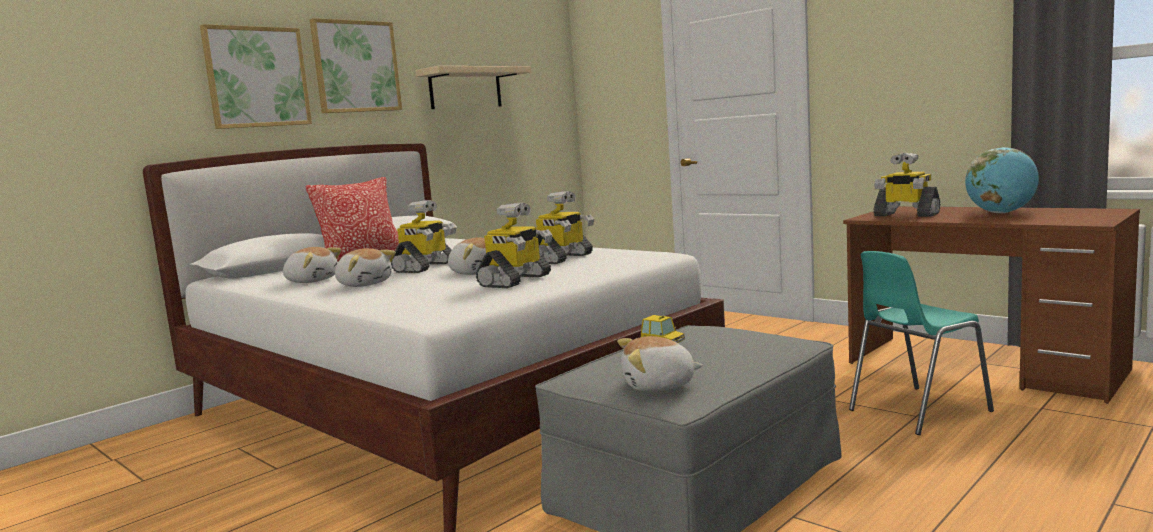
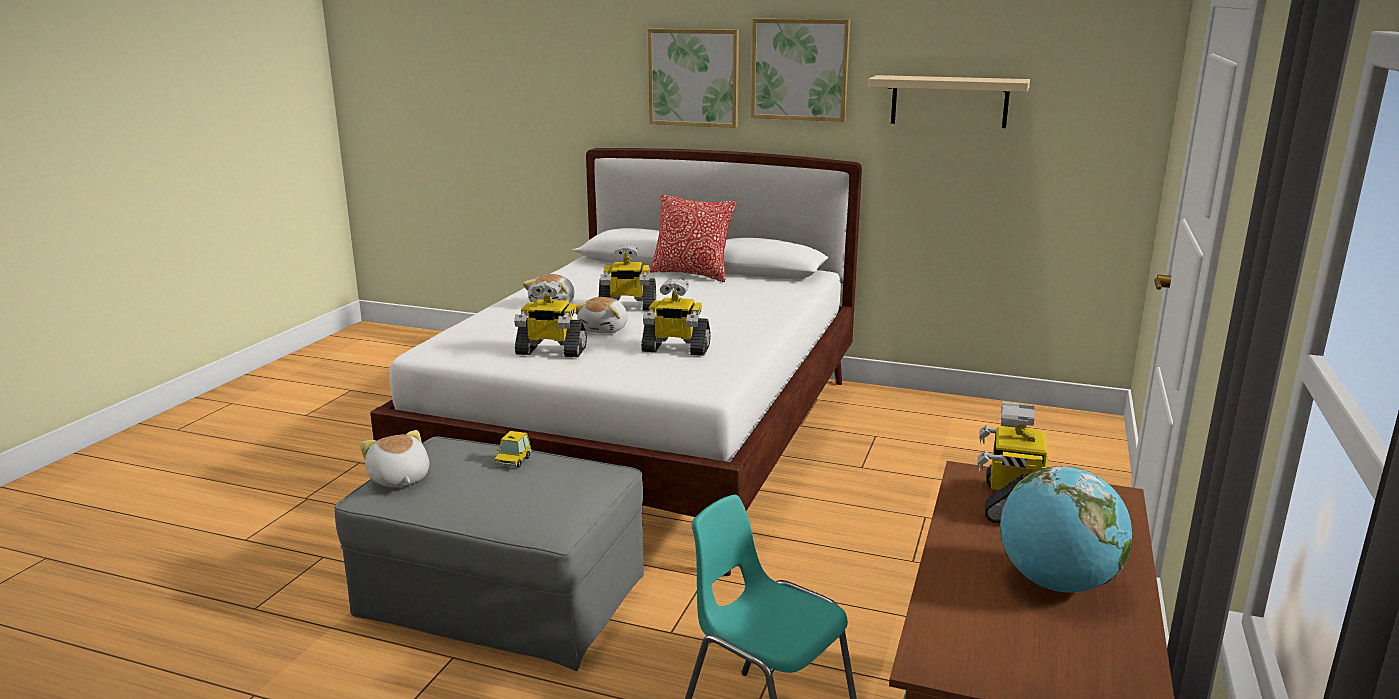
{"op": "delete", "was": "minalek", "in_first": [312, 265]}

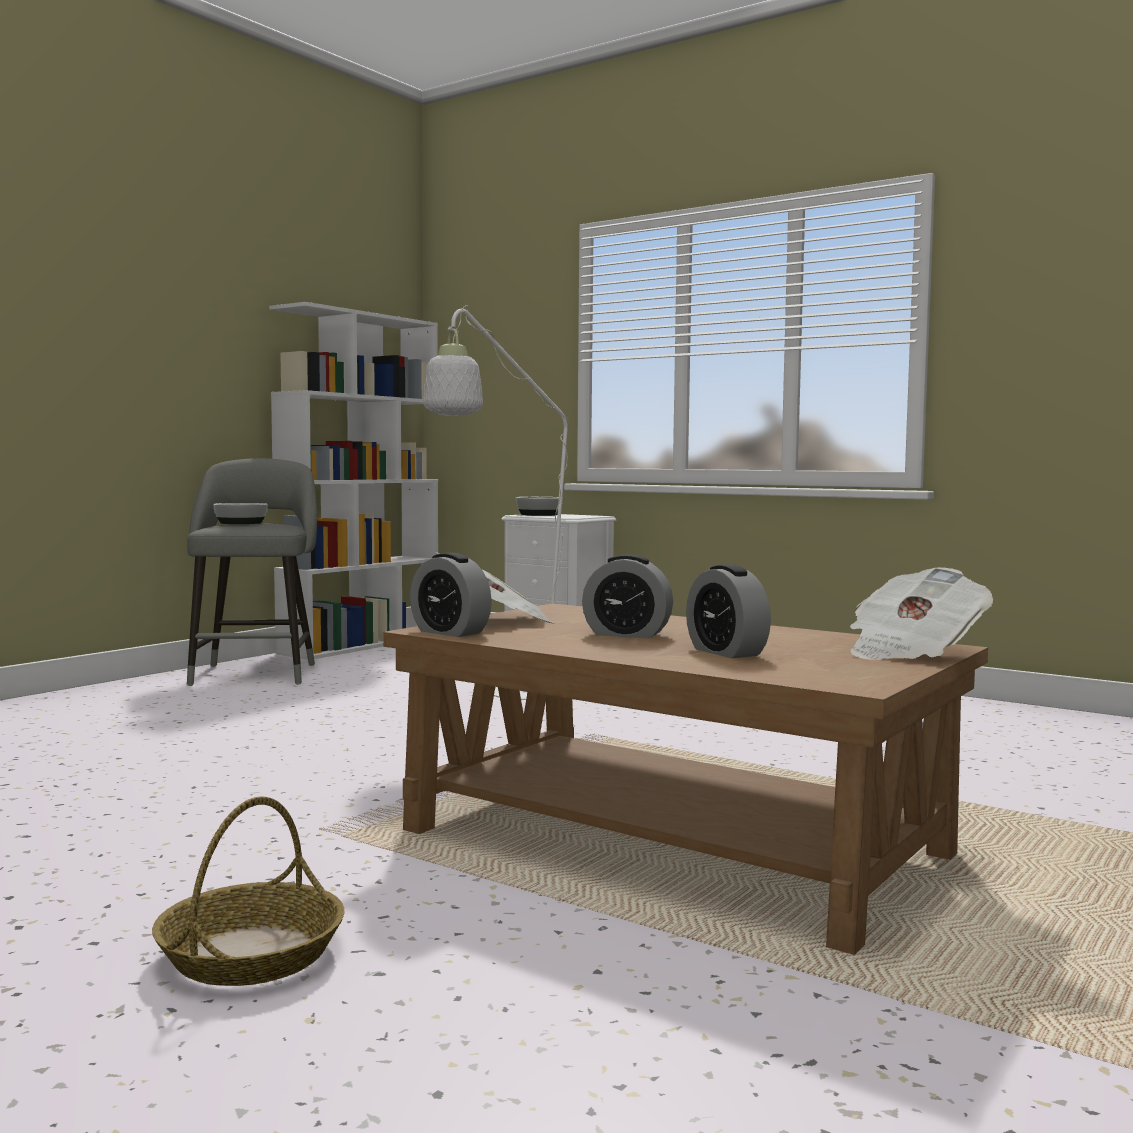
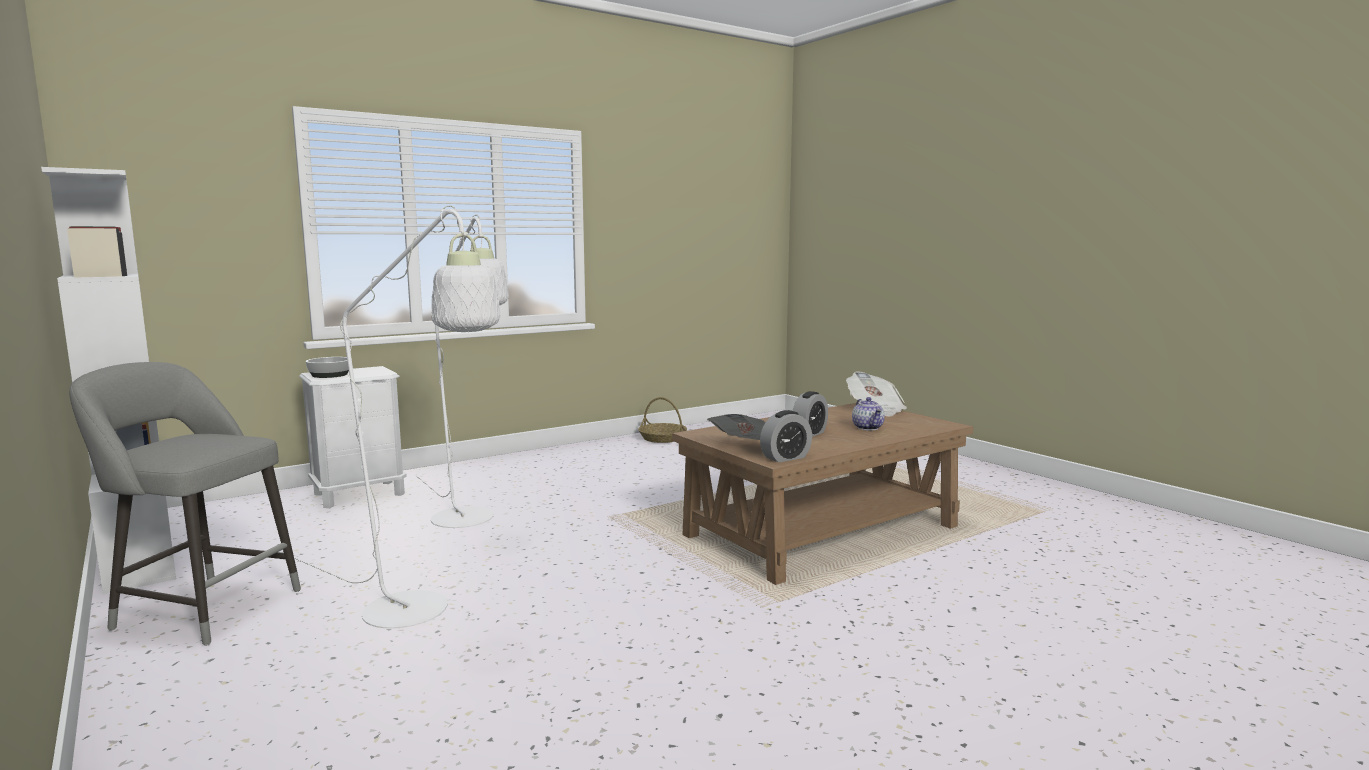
{"op": "insert", "now": "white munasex", "in_second": [397, 417]}
{"op": "move", "was": "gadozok", "in_first": [248, 891], "in_second": [662, 420]}
{"op": "replace", "was": "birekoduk", "now": "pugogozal", "in_first": [728, 611], "in_second": [868, 413]}
{"op": "delete", "was": "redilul", "in_first": [240, 513]}

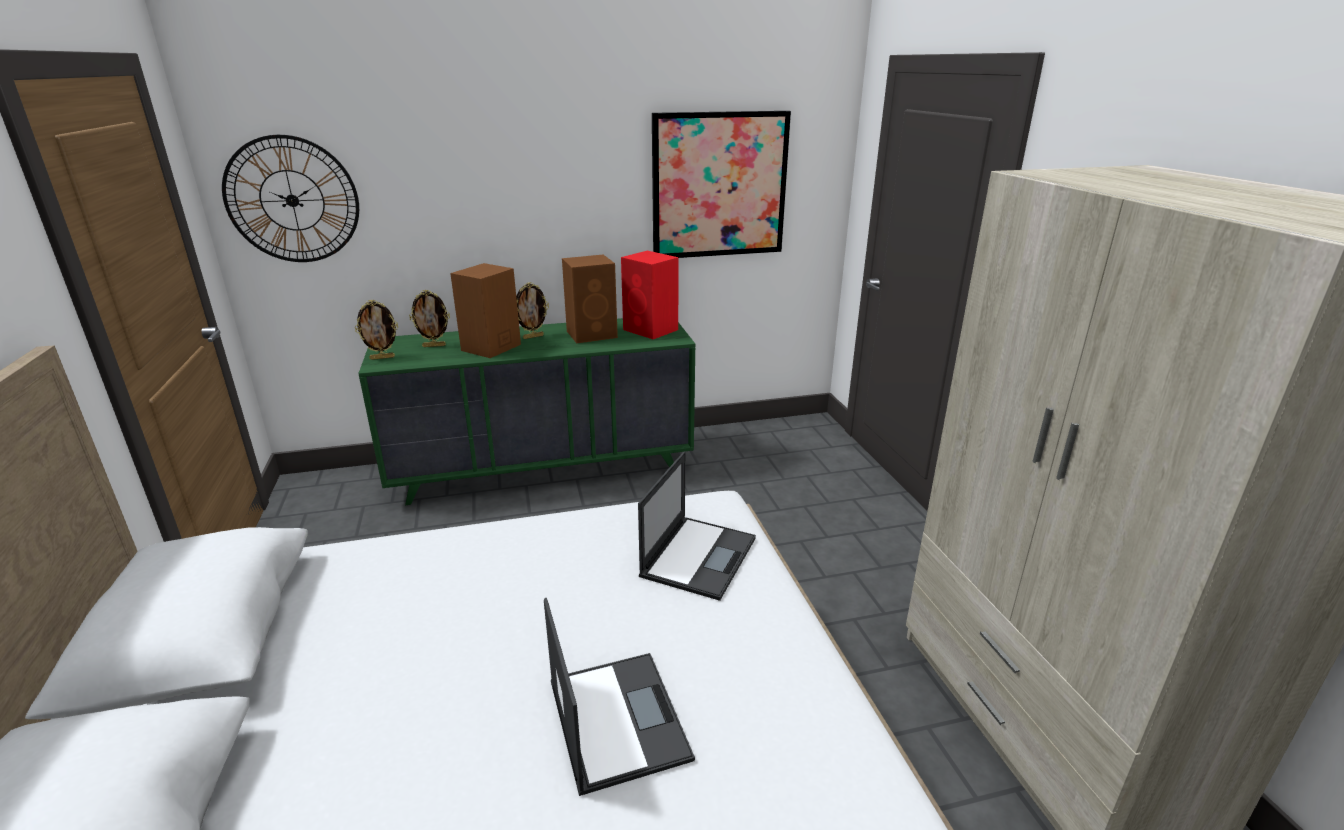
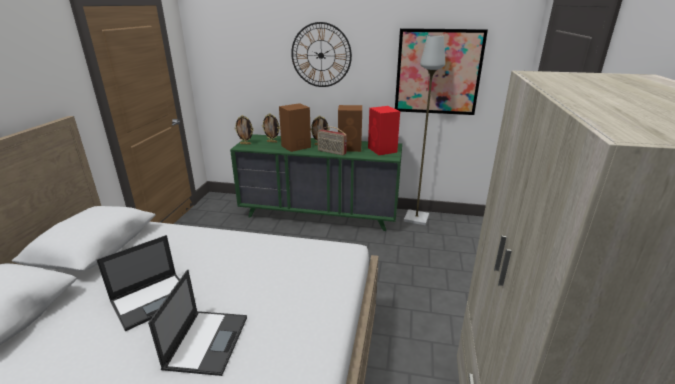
{"op": "move", "was": "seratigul", "in_first": [697, 526], "in_second": [138, 283]}
{"op": "move", "was": "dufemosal", "in_first": [290, 198], "in_second": [321, 54]}
{"op": "insert", "now": "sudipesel", "in_second": [332, 140]}
{"op": "insert", "now": "grey munasex", "in_second": [424, 130]}

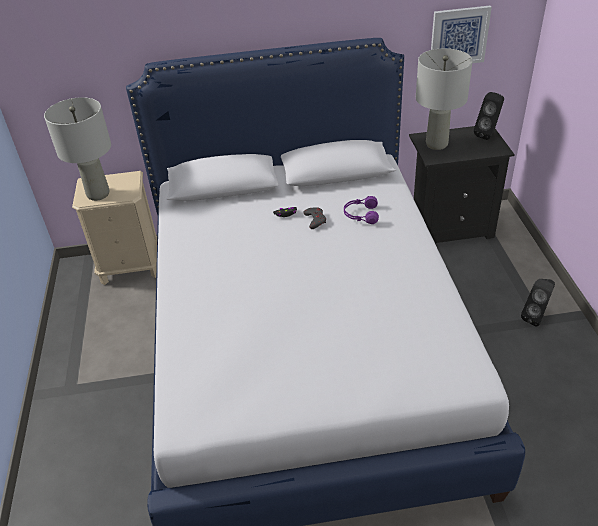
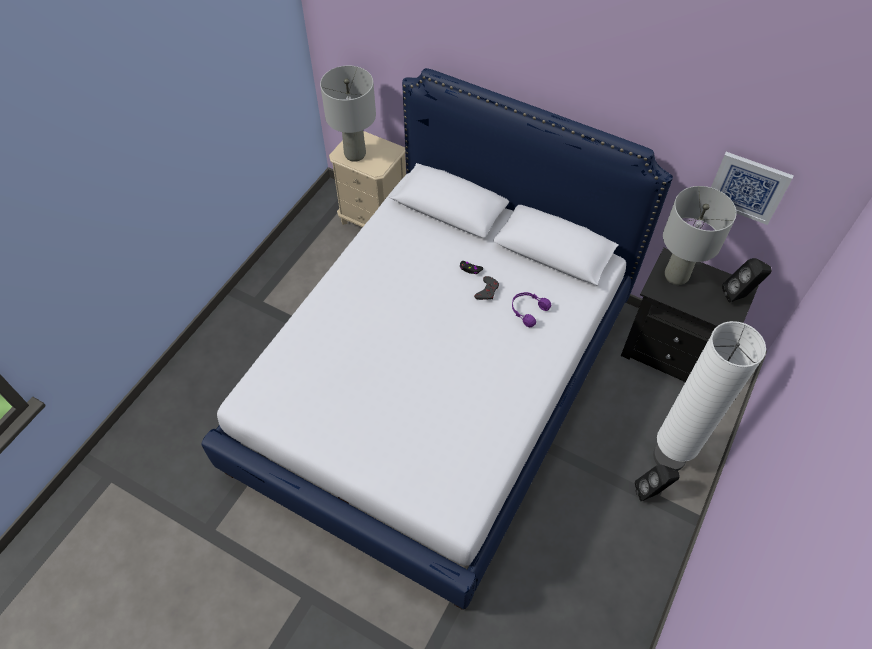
{"op": "insert", "now": "white munasex", "in_second": [709, 396]}

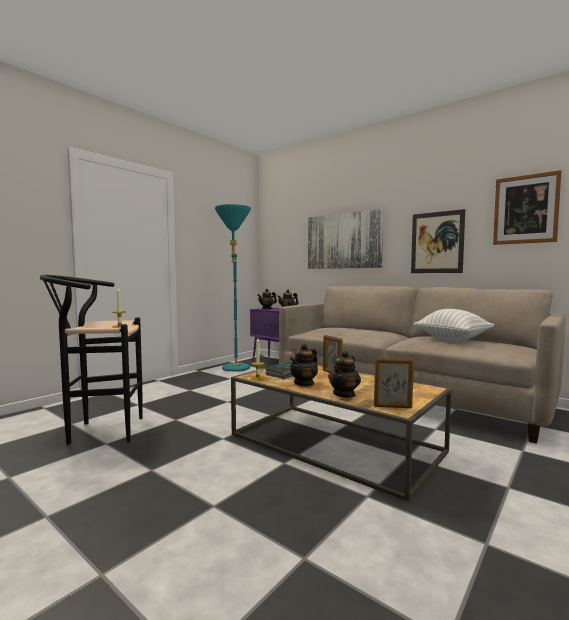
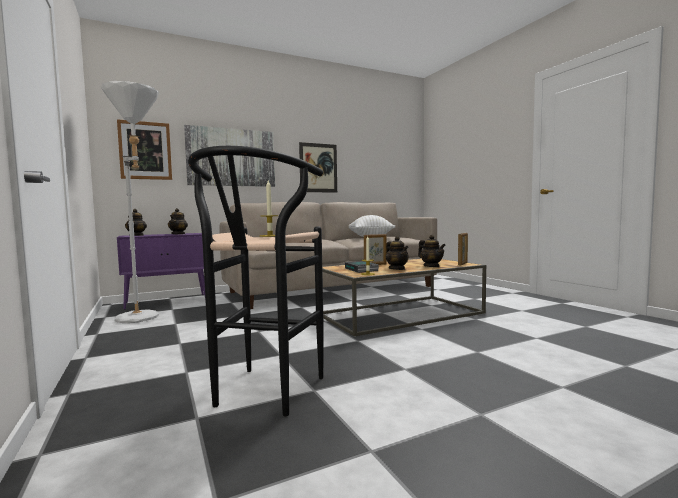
{"op": "recolor", "was": "turquoise munasex", "now": "white munasex", "in_first": [233, 288], "in_second": [130, 202]}
{"op": "move", "was": "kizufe", "in_first": [527, 207], "in_second": [144, 149]}

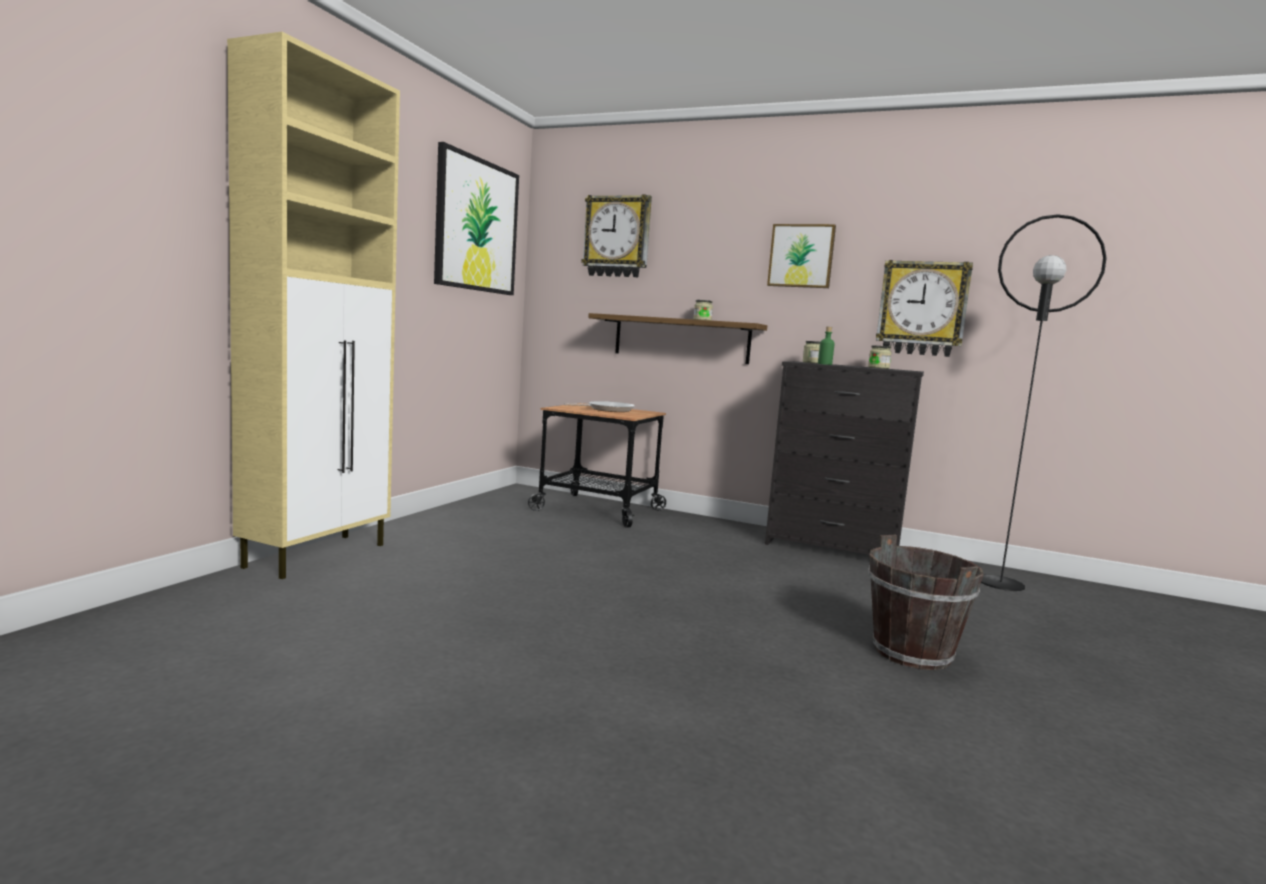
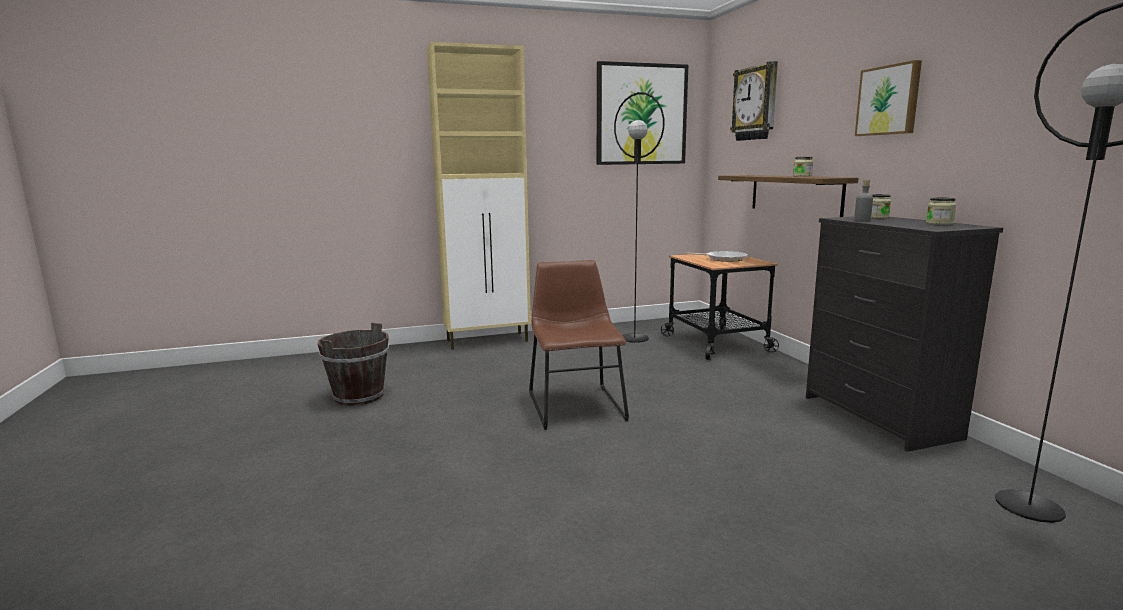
{"op": "move", "was": "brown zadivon", "in_first": [926, 602], "in_second": [353, 364]}
{"op": "insert", "now": "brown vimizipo", "in_second": [579, 345]}
{"op": "insert", "now": "black munasex", "in_second": [639, 217]}
{"op": "recolor", "was": "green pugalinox", "now": "grey pugalinox", "in_first": [826, 346], "in_second": [863, 200]}
{"op": "delete", "was": "dufemosal", "in_first": [924, 308]}

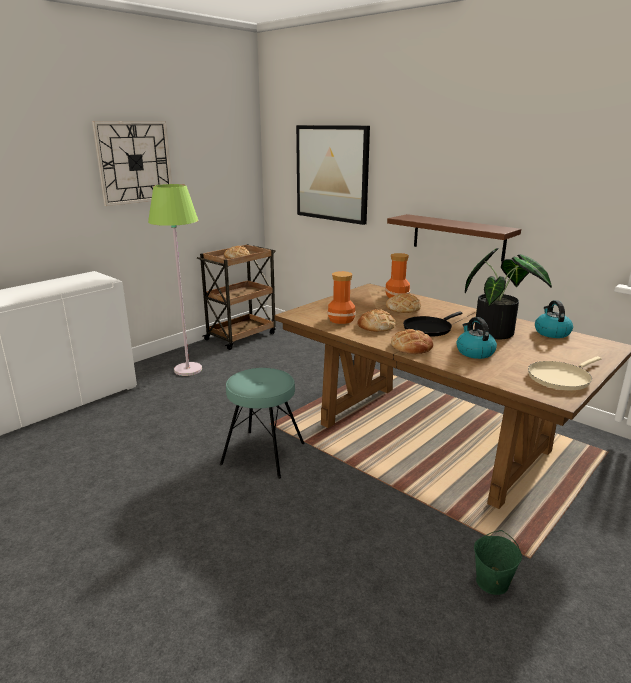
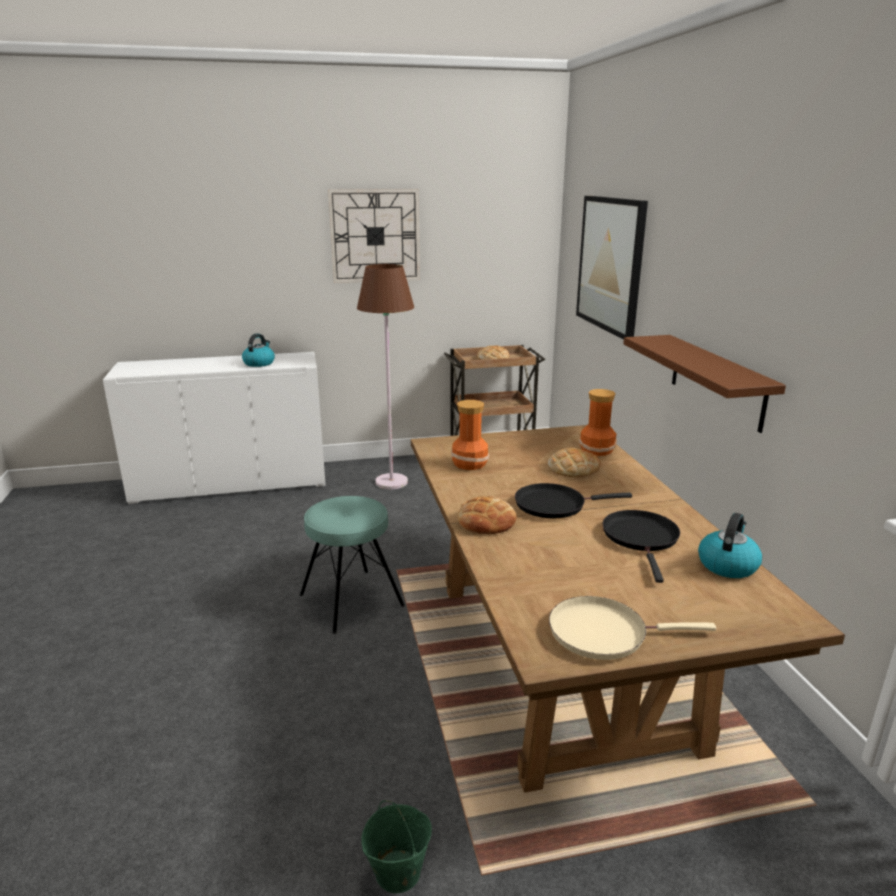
{"op": "move", "was": "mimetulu", "in_first": [476, 338], "in_second": [258, 350]}
{"op": "recolor", "was": "green munasex", "now": "brown munasex", "in_first": [175, 280], "in_second": [385, 376]}
{"op": "replace", "was": "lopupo", "now": "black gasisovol", "in_first": [508, 293], "in_second": [641, 546]}
{"op": "delete", "was": "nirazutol", "in_first": [376, 320]}

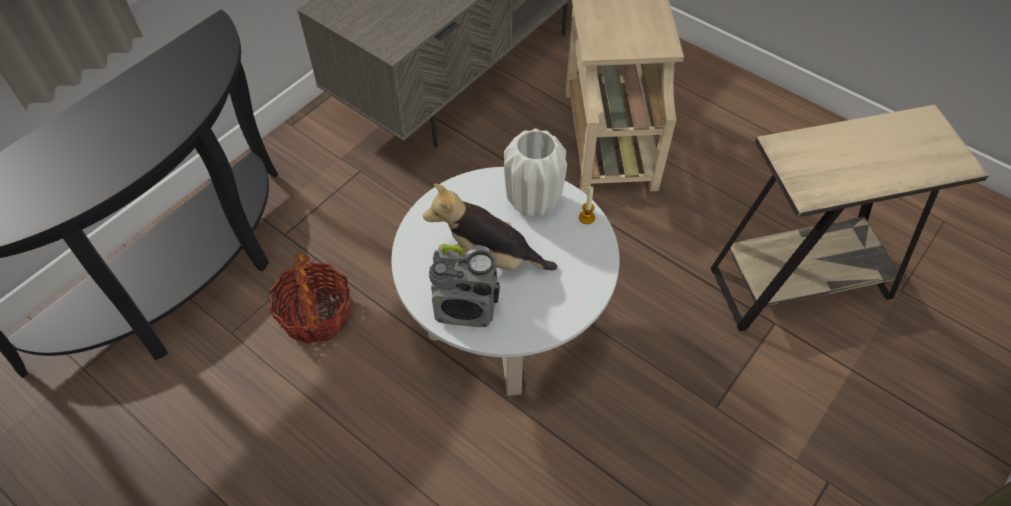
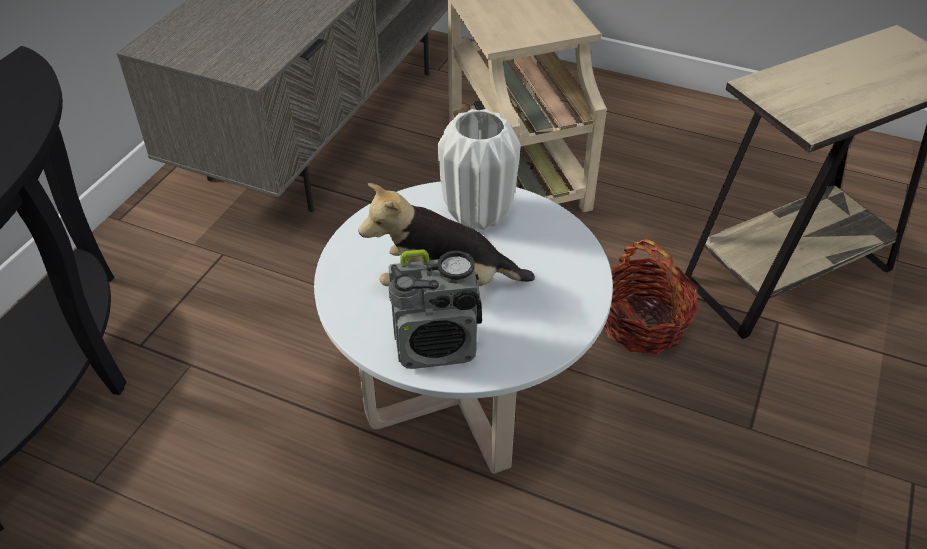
{"op": "move", "was": "gadozok", "in_first": [309, 298], "in_second": [651, 296]}
{"op": "delete", "was": "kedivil", "in_first": [587, 205]}

